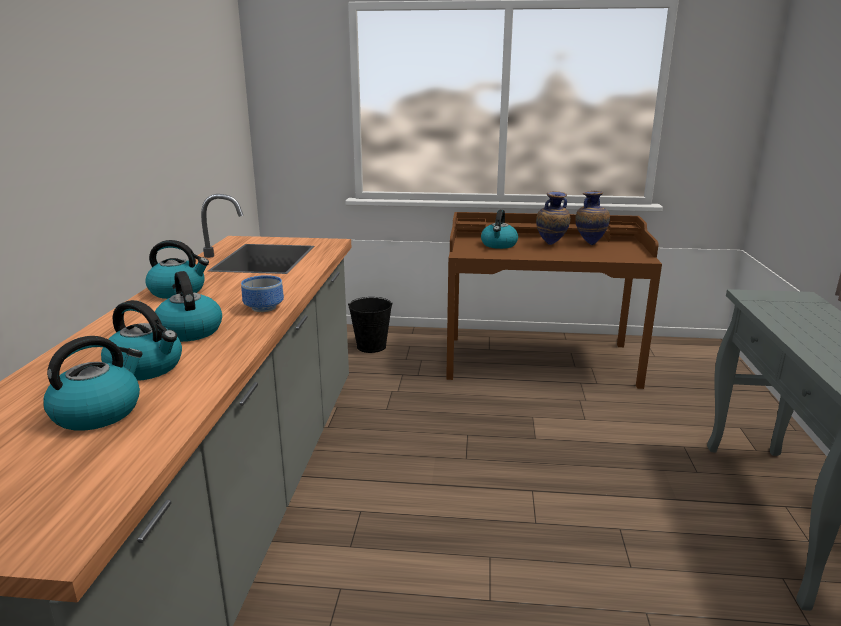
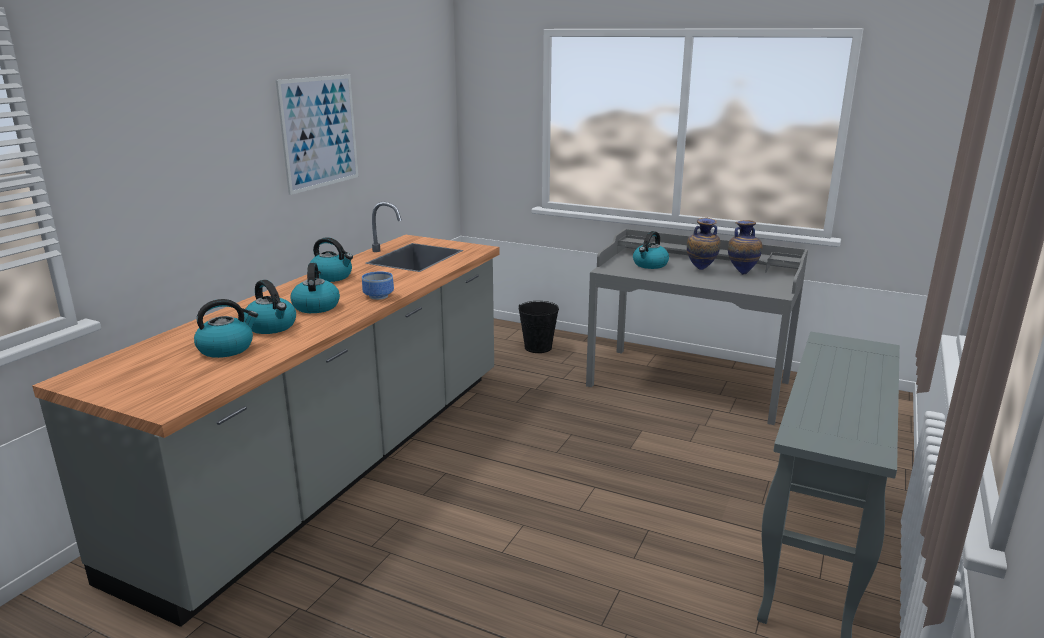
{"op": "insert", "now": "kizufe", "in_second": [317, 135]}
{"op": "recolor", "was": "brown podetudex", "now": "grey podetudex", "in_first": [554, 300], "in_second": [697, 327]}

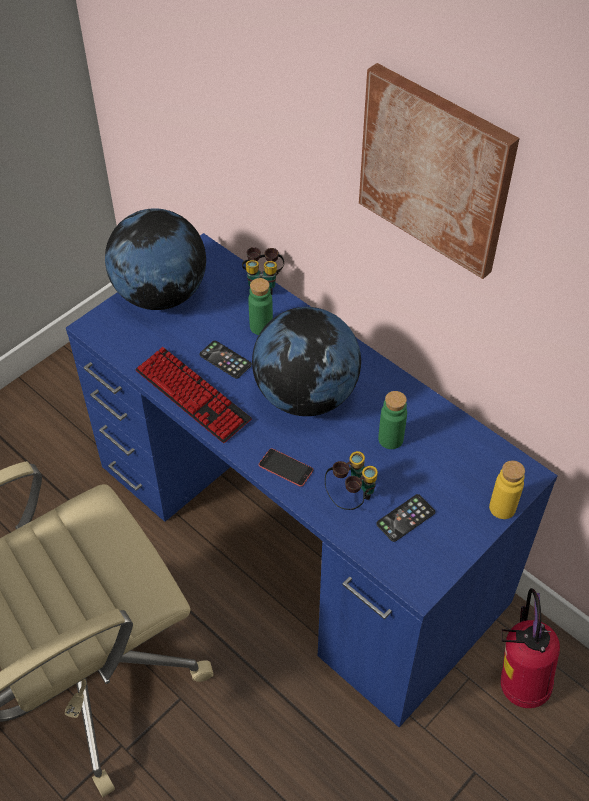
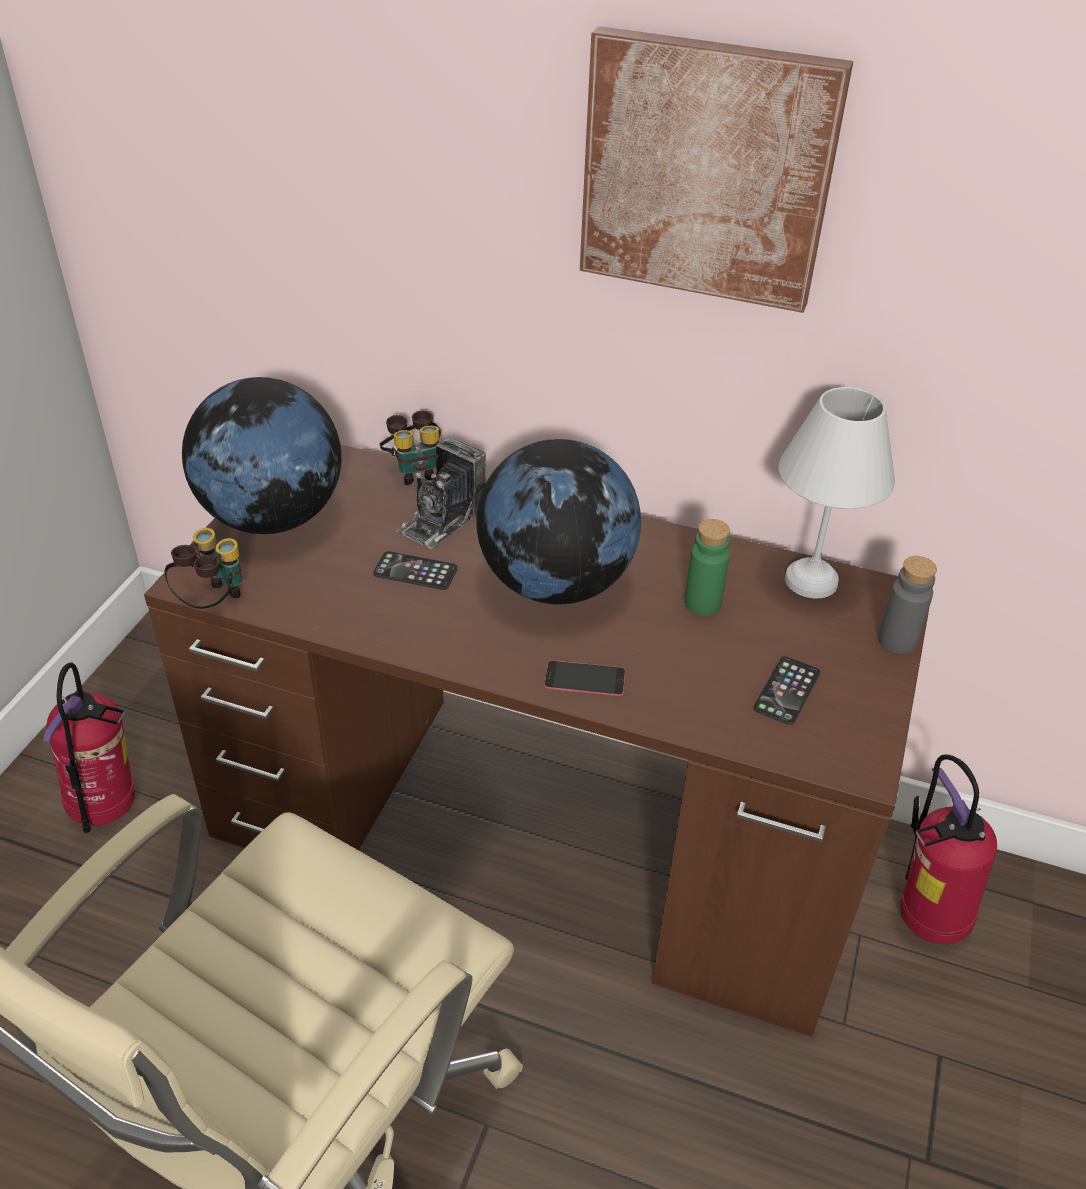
{"op": "insert", "now": "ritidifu", "in_second": [89, 747]}
{"op": "recolor", "was": "blue podetudex", "now": "brown podetudex", "in_first": [312, 480], "in_second": [538, 740]}
{"op": "move", "was": "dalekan", "in_first": [351, 480], "in_second": [203, 568]}
{"op": "replace", "was": "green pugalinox", "now": "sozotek", "in_first": [260, 306], "in_second": [441, 493]}
{"op": "insert", "now": "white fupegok", "in_second": [836, 493]}
{"op": "recolor", "was": "yellow pugalinox", "now": "grey pugalinox", "in_first": [507, 489], "in_second": [907, 605]}
{"op": "delete", "was": "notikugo", "in_first": [193, 395]}

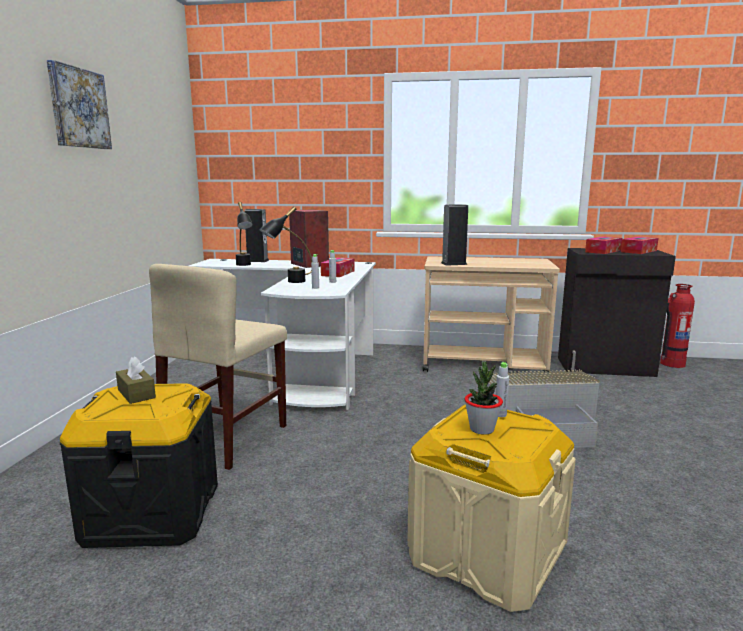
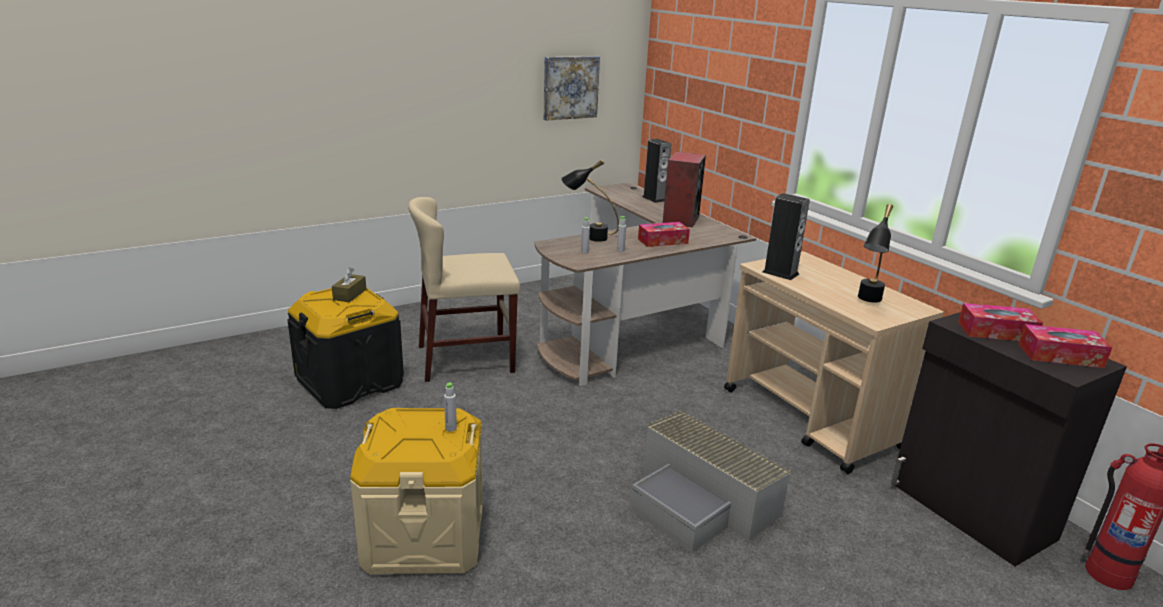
{"op": "recolor", "was": "white podetudex", "now": "brown podetudex", "in_first": [282, 334], "in_second": [645, 284]}
{"op": "move", "was": "kizufe", "in_first": [79, 104], "in_second": [571, 88]}
{"op": "move", "was": "black fupegok", "in_first": [244, 234], "in_second": [875, 253]}
{"op": "delete", "was": "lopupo", "in_first": [483, 398]}

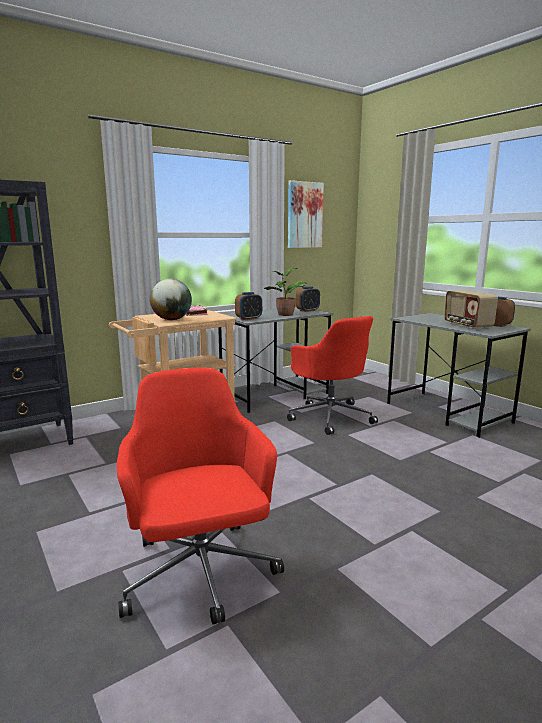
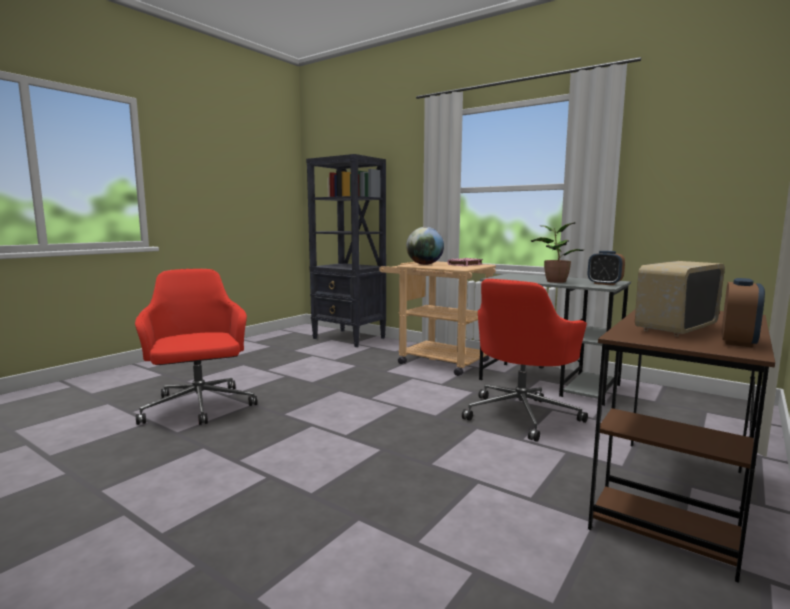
{"op": "rotate", "was": "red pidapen", "in_first": [200, 496], "in_second": [196, 347], "clockwise": -75}
{"op": "recolor", "was": "grey podetudex", "now": "brown podetudex", "in_first": [459, 375], "in_second": [681, 446]}
{"op": "delete", "was": "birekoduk", "in_first": [248, 306]}
{"op": "delete", "was": "kizufe", "in_first": [306, 214]}

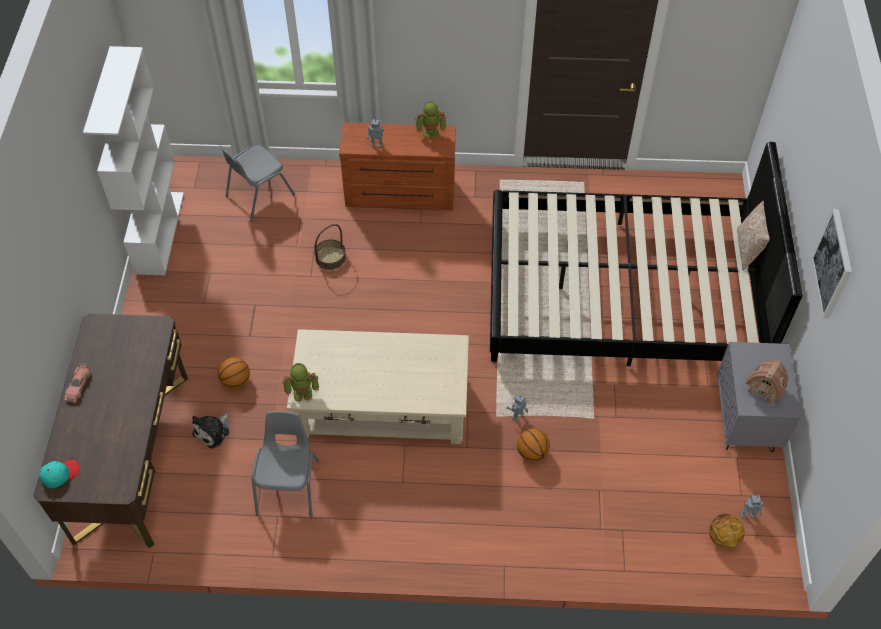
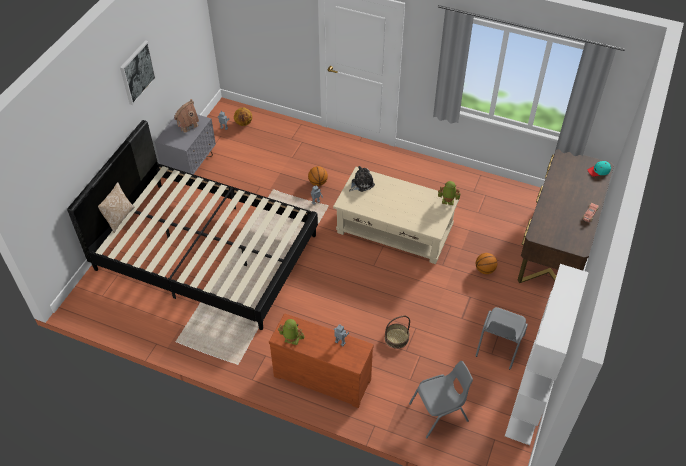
{"op": "move", "was": "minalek", "in_first": [210, 431], "in_second": [362, 179]}
{"op": "move", "was": "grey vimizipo", "in_first": [285, 464], "in_second": [501, 338]}

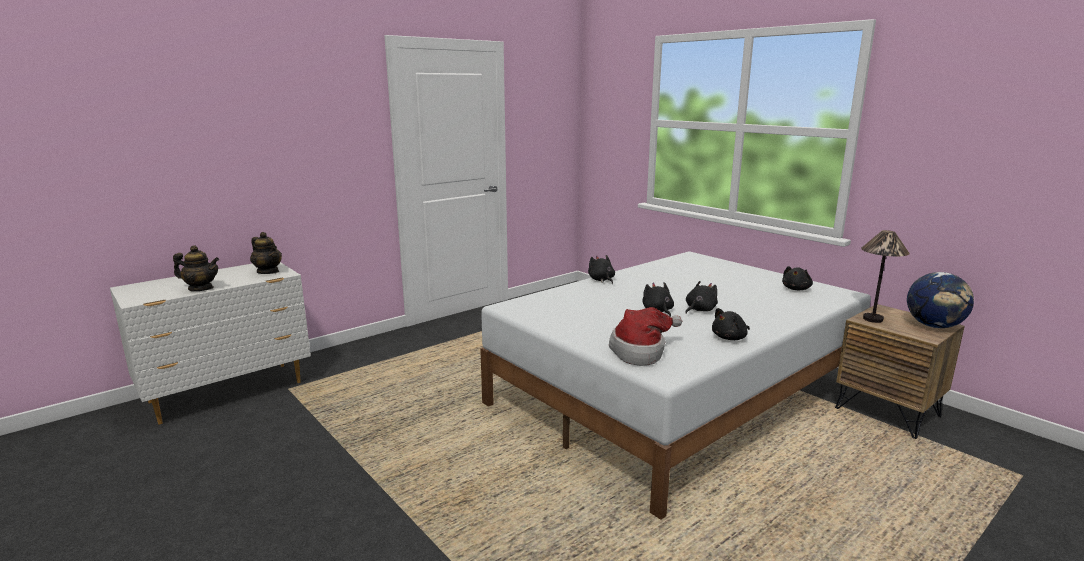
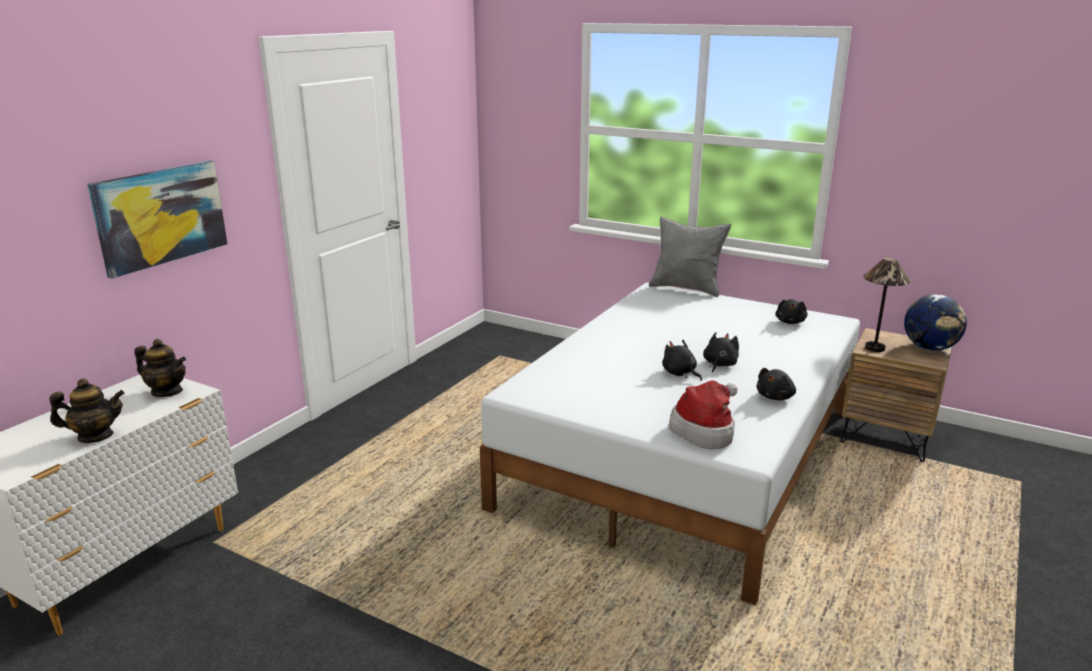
{"op": "insert", "now": "kizufe", "in_second": [157, 220]}
{"op": "insert", "now": "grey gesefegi", "in_second": [690, 257]}
{"op": "delete", "was": "black minalek", "in_first": [601, 269]}

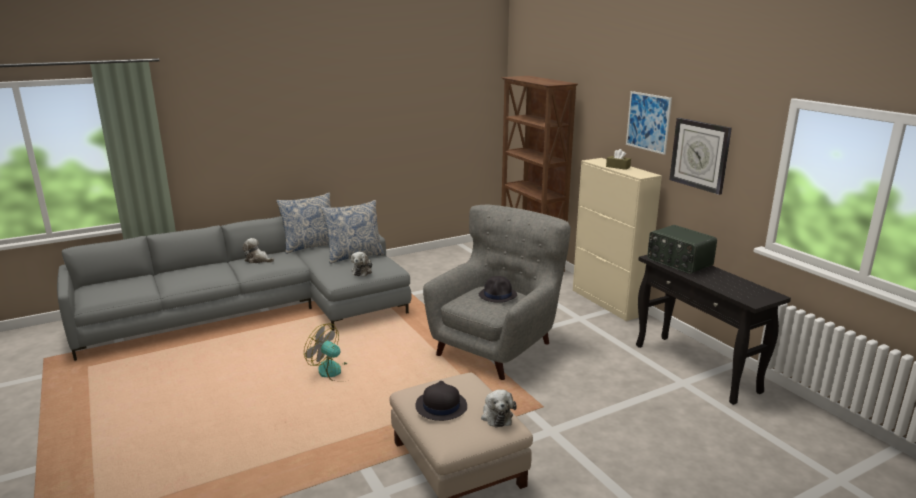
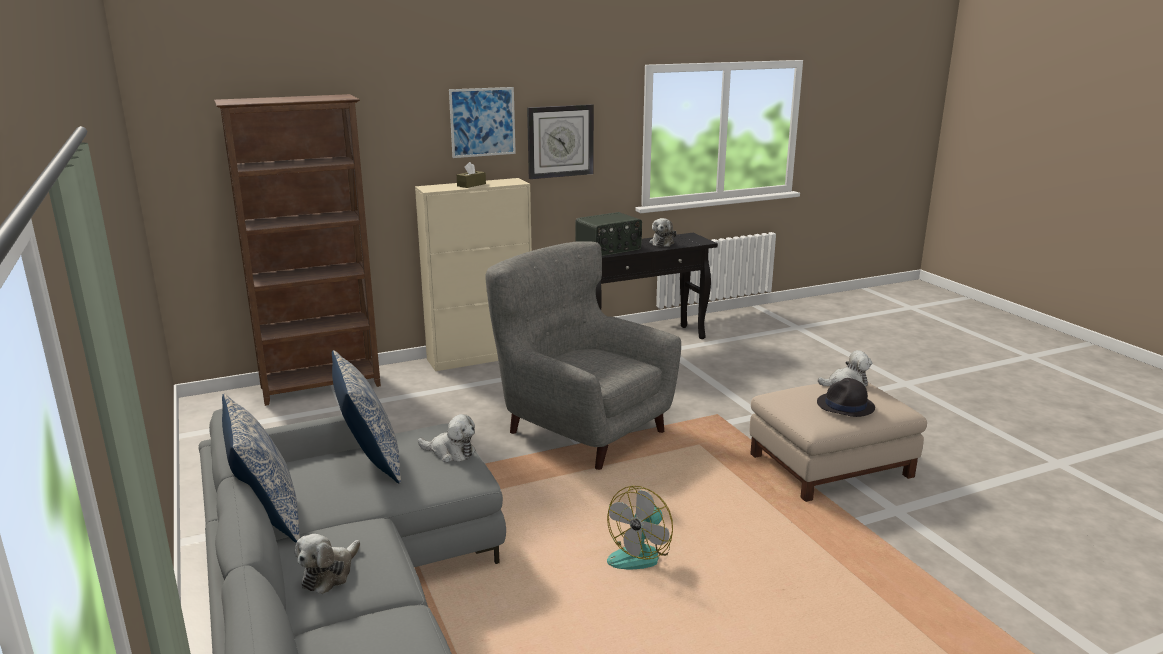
{"op": "insert", "now": "minalek", "in_second": [662, 232]}
{"op": "delete", "was": "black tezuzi", "in_first": [498, 289]}

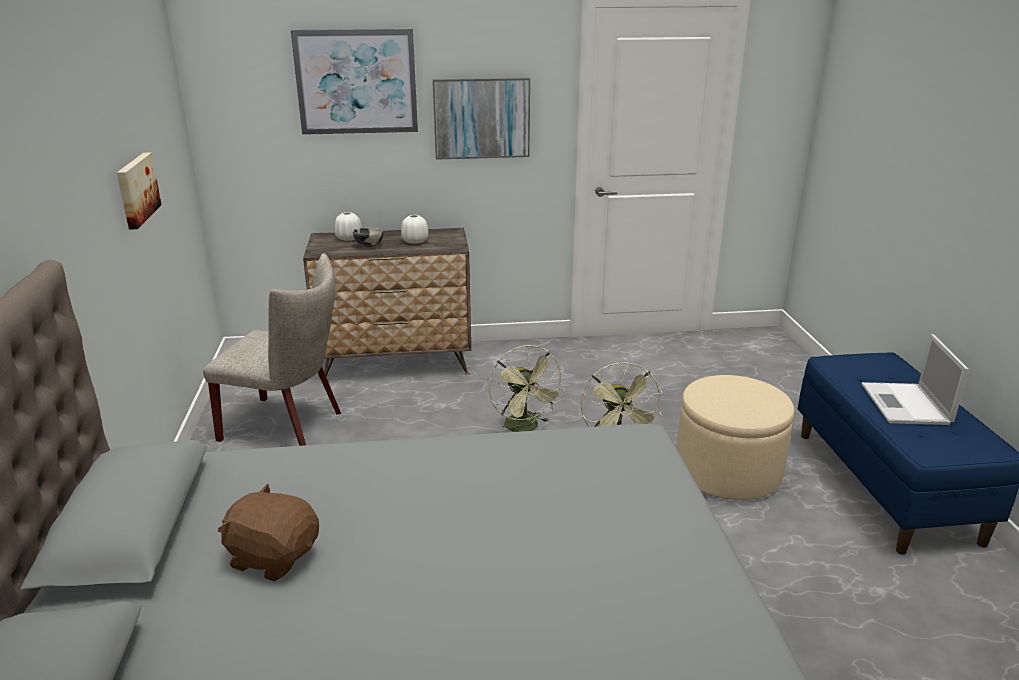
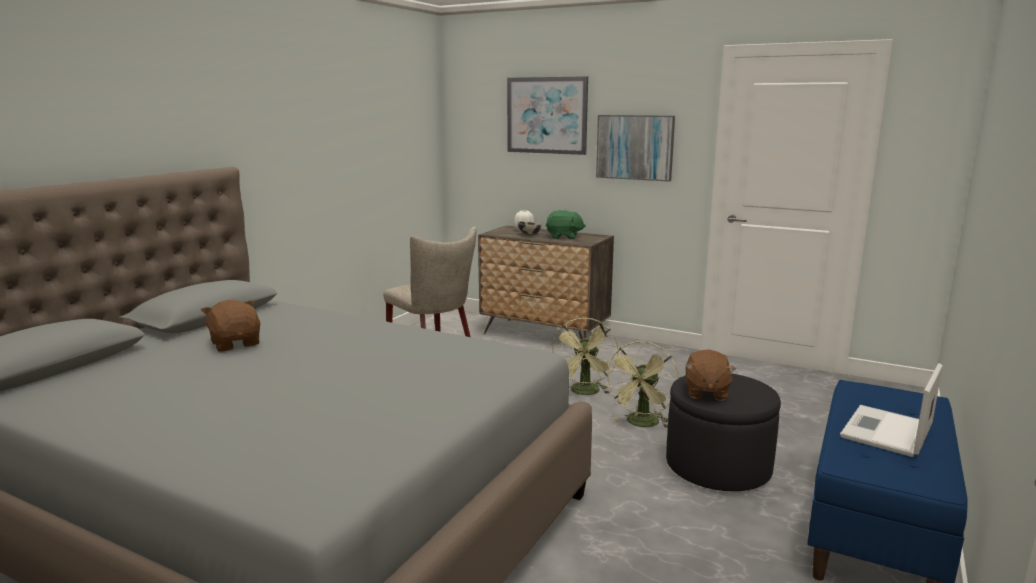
{"op": "replace", "was": "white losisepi", "now": "green minalek", "in_first": [415, 229], "in_second": [566, 224]}
{"op": "recolor", "was": "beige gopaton", "now": "black gopaton", "in_first": [736, 437], "in_second": [723, 432]}
{"op": "insert", "now": "brown minalek", "in_second": [710, 375]}
{"op": "delete", "was": "kizufe", "in_first": [139, 191]}

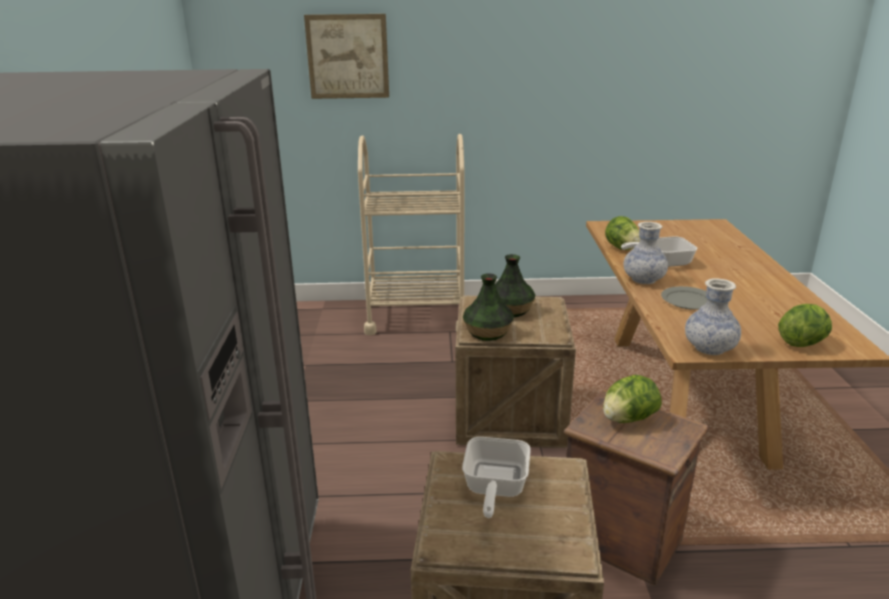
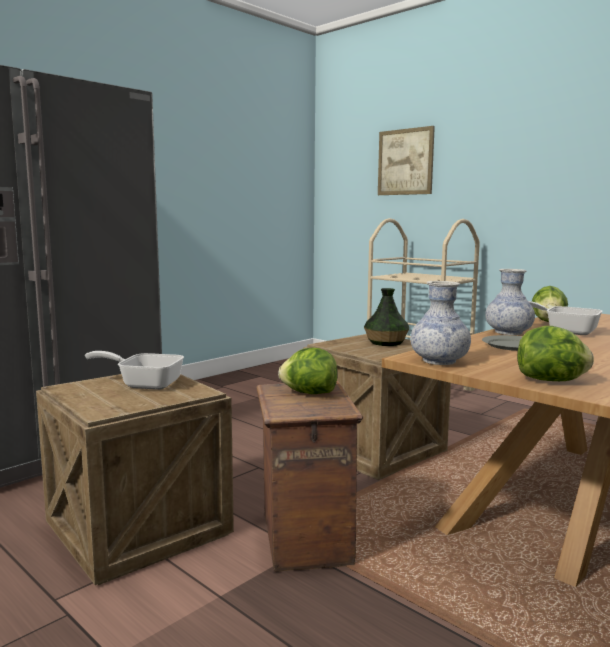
{"op": "rotate", "was": "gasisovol", "in_first": [496, 477], "in_second": [134, 370], "clockwise": 45}
{"op": "delete", "was": "losisepi", "in_first": [488, 307]}

